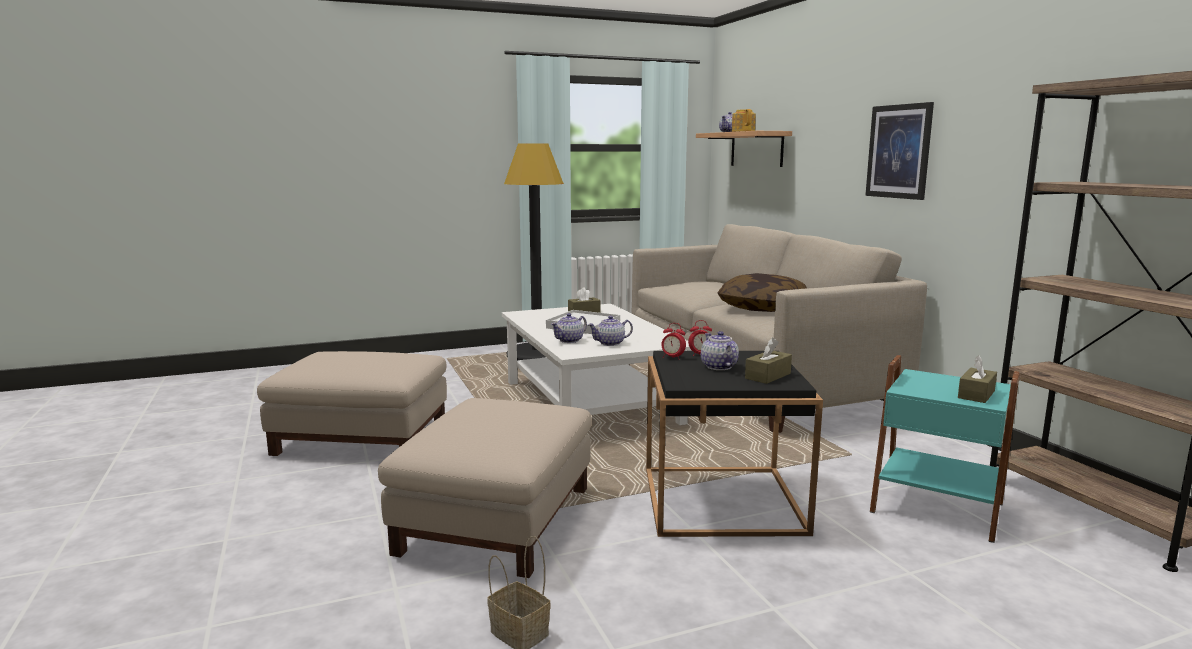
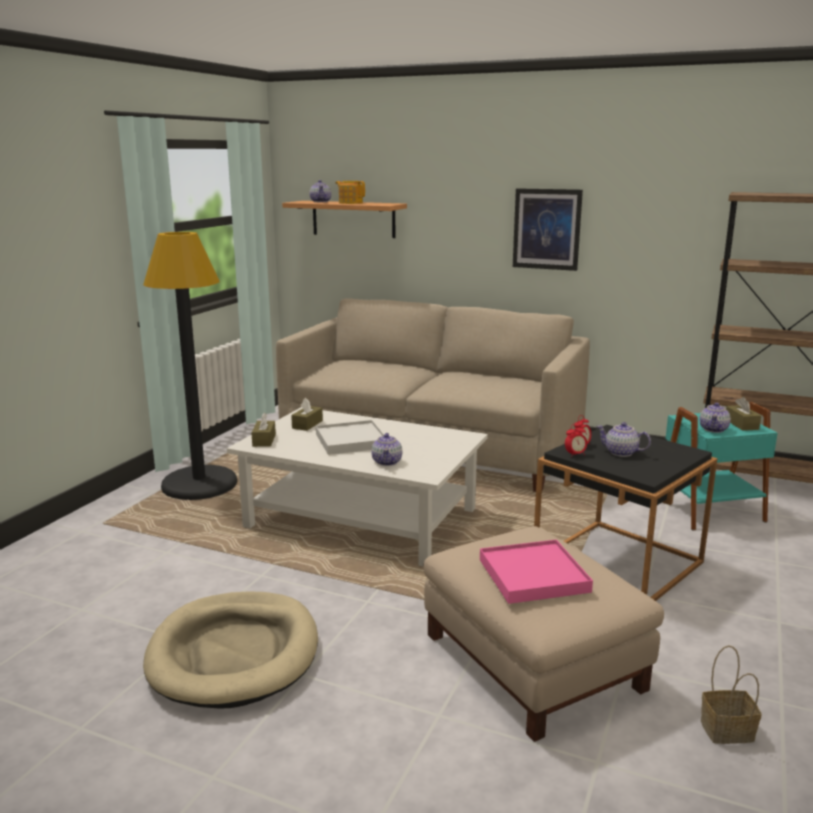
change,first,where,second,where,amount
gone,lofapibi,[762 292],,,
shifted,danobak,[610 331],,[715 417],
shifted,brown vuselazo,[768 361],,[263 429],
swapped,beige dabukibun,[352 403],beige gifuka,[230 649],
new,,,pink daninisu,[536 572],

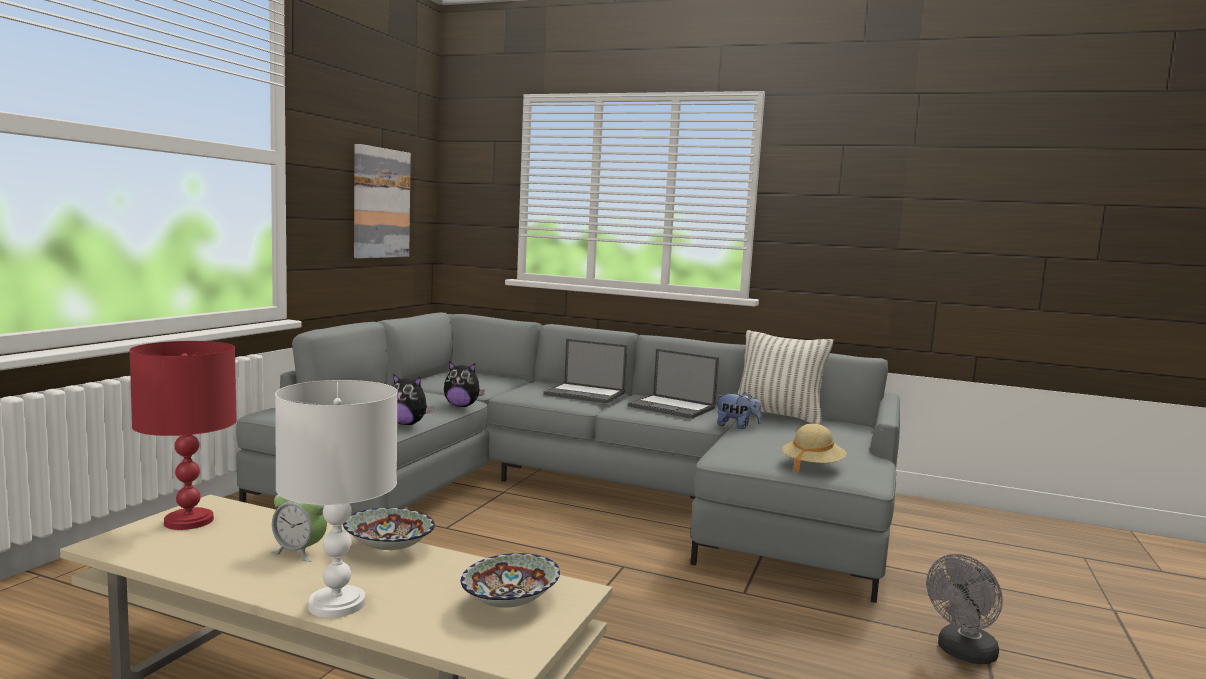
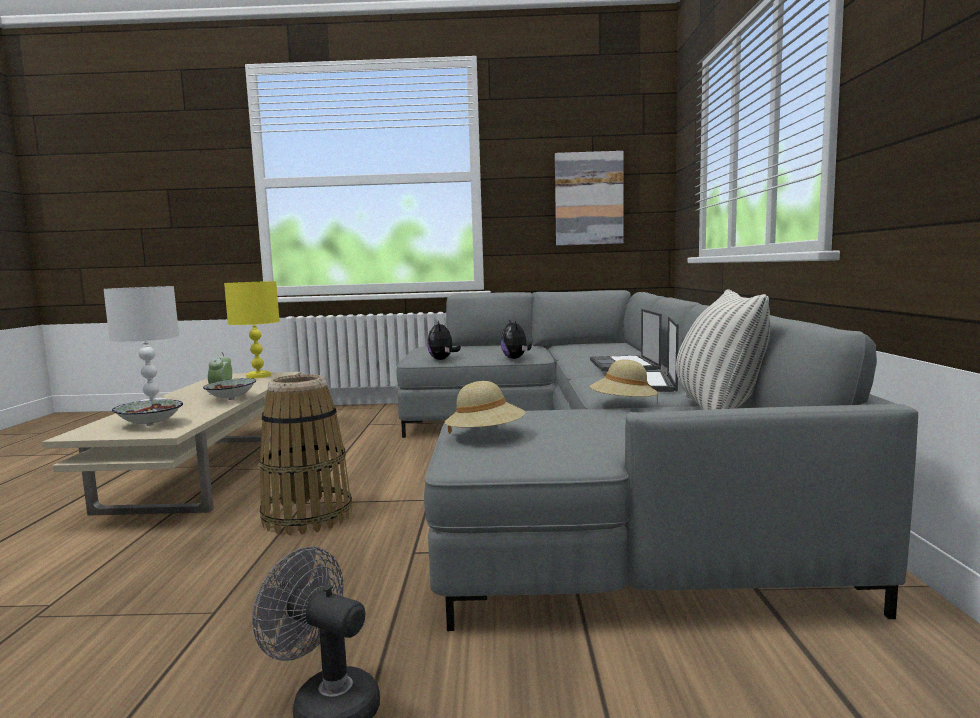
change,first,where,second,where,amount
repainted,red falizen,[183 435],yellow falizen,[252 329],
swapped,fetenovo,[738 410],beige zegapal,[624 382],
new,,,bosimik,[305 454],

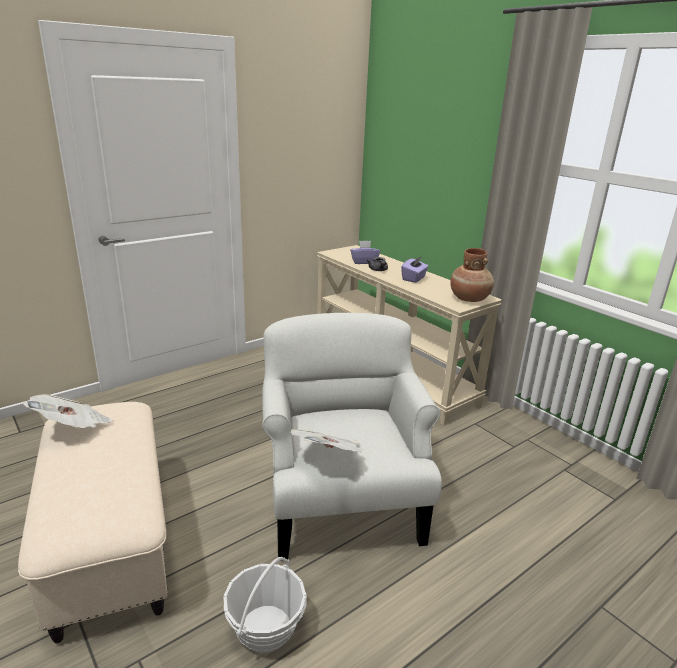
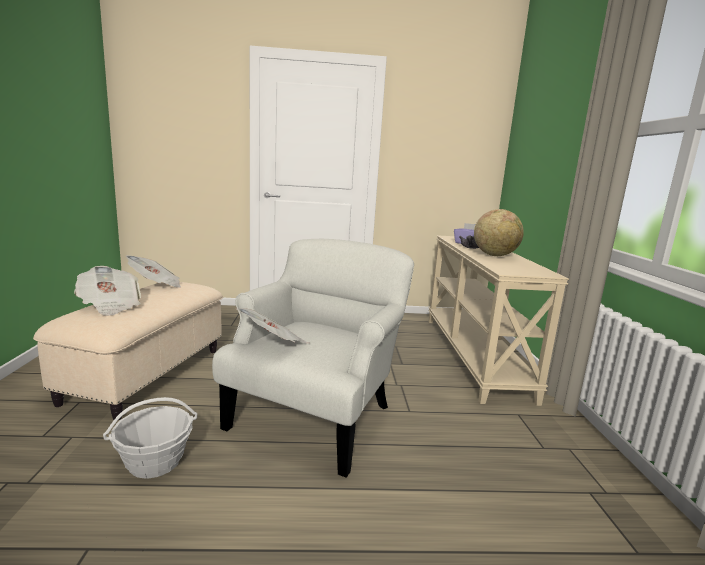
change,first,where,second,where,amount
gone,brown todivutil,[472 275],,,
swapped,purple vuselazo,[415 269],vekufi,[499 232],
new,,,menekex,[107 291],

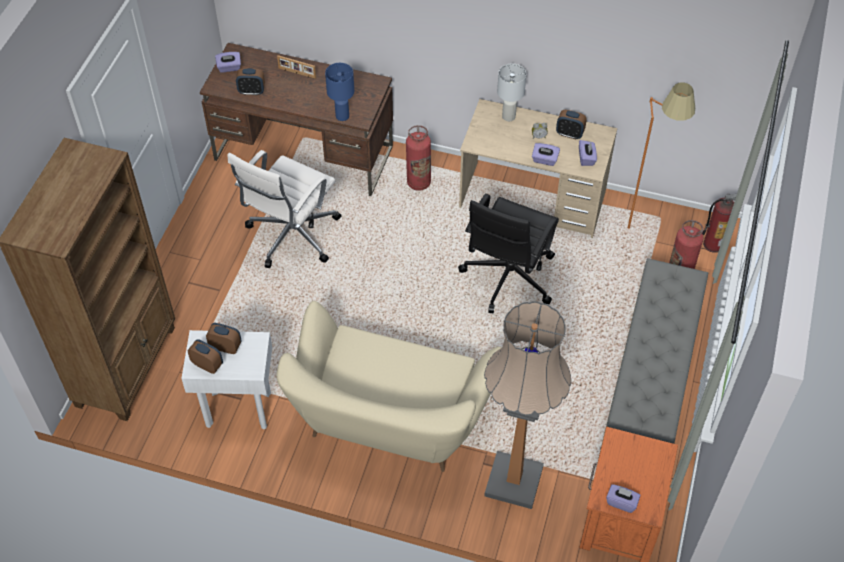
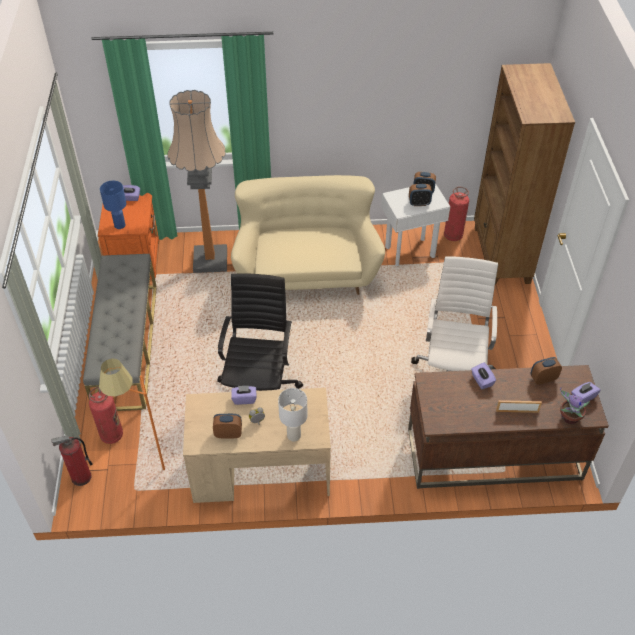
change,first,where,second,where,amount
shifted,blue falizen,[339 92],,[113 205],
shifted,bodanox,[418 158],,[456 214],
shifted,purple vuselazo,[588 153],,[483 375],
new,,,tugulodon,[575 405],

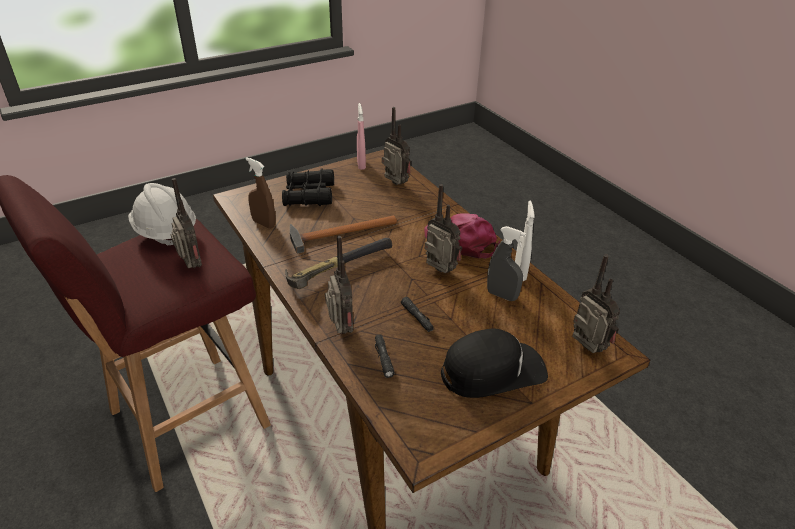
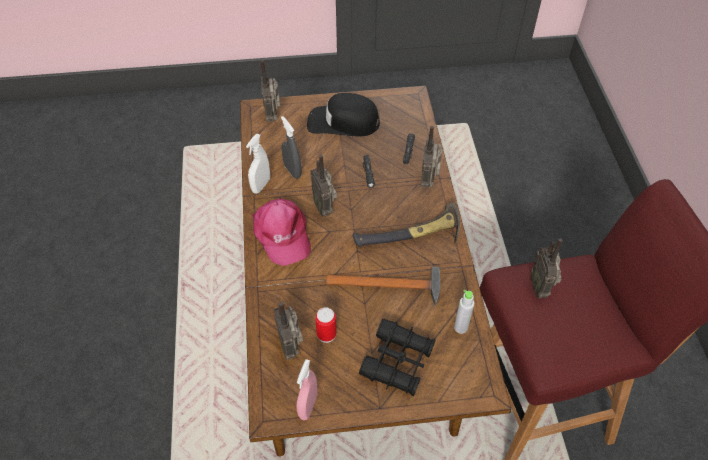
change,first,where,second,where,amount
swapped,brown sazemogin,[261 193],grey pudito,[464 312],
gone,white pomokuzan,[162 214],,,
new,,,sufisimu,[325 325],

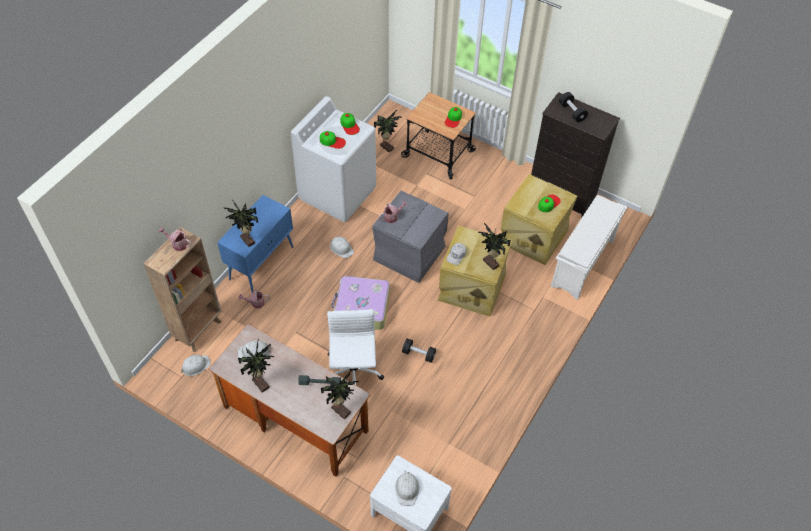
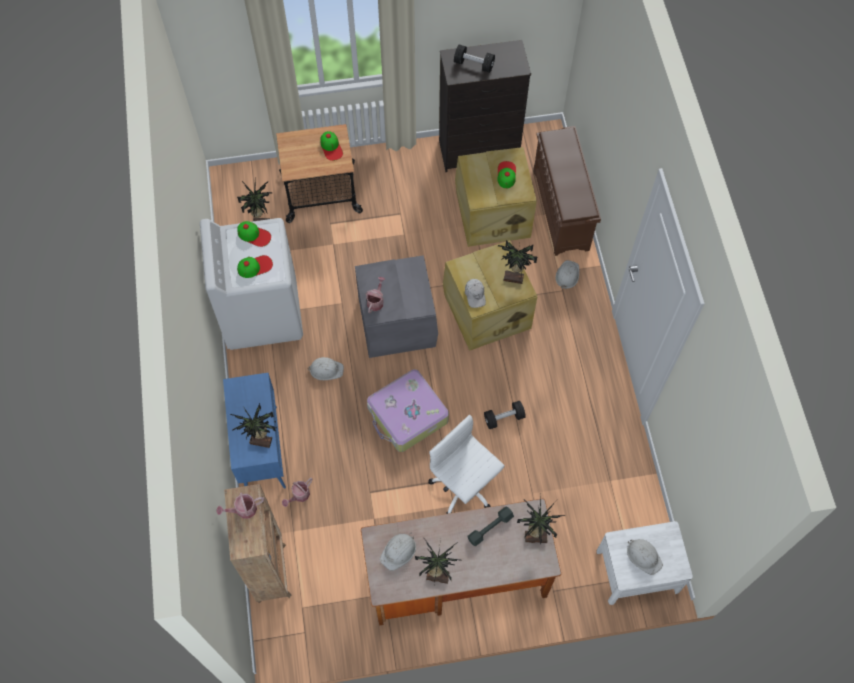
change,first,where,second,where,amount
repainted,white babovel,[589 247],brown babovel,[567 191],
shifted,white pomokuzan,[196 365],,[567 274],

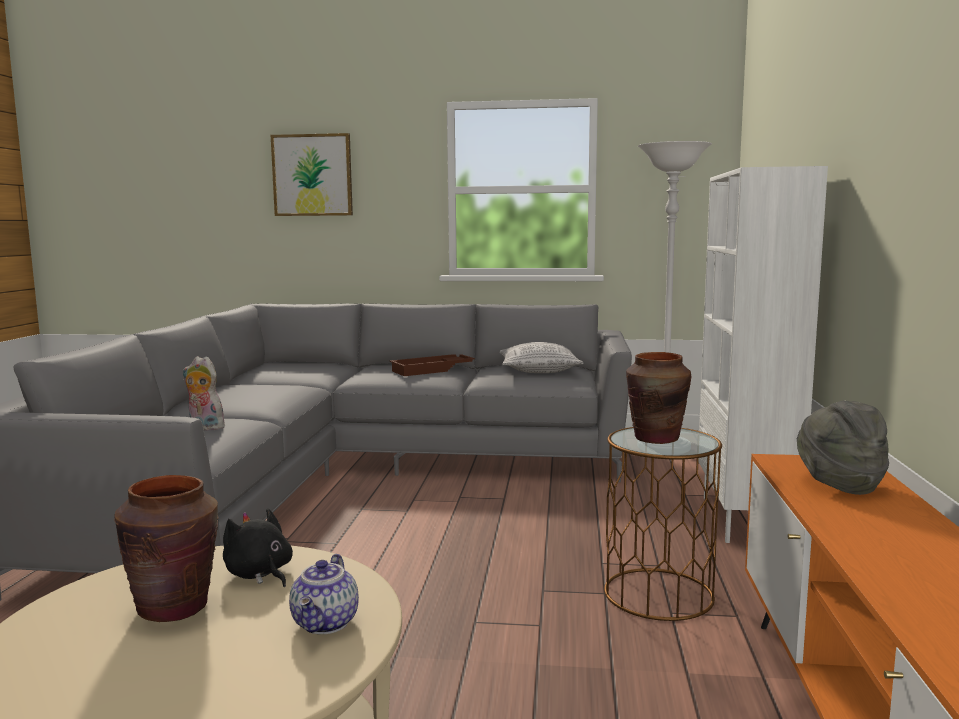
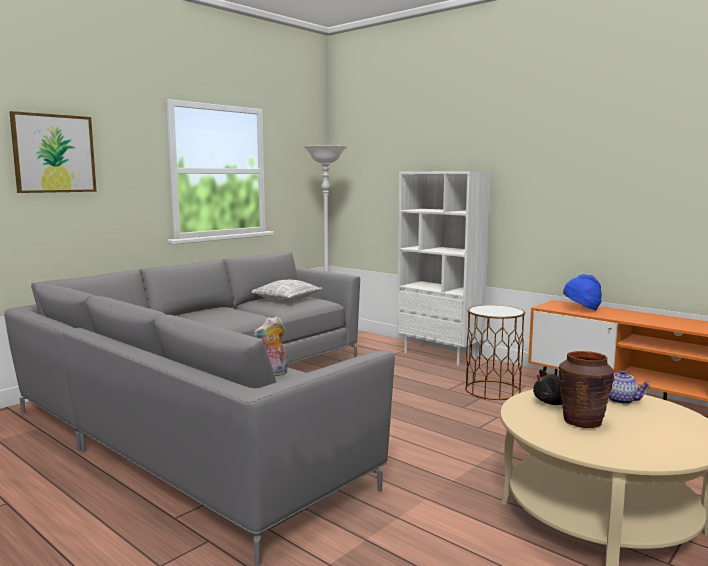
change,first,where,second,where,amount
gone,brown todivutil,[659 398],,,
gone,brown daninisu,[432 365],,,
repainted,grey zegapal,[843 447],blue zegapal,[582 292],

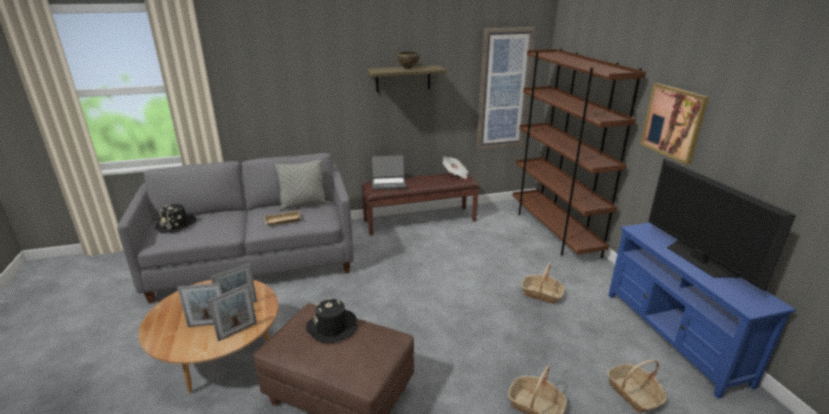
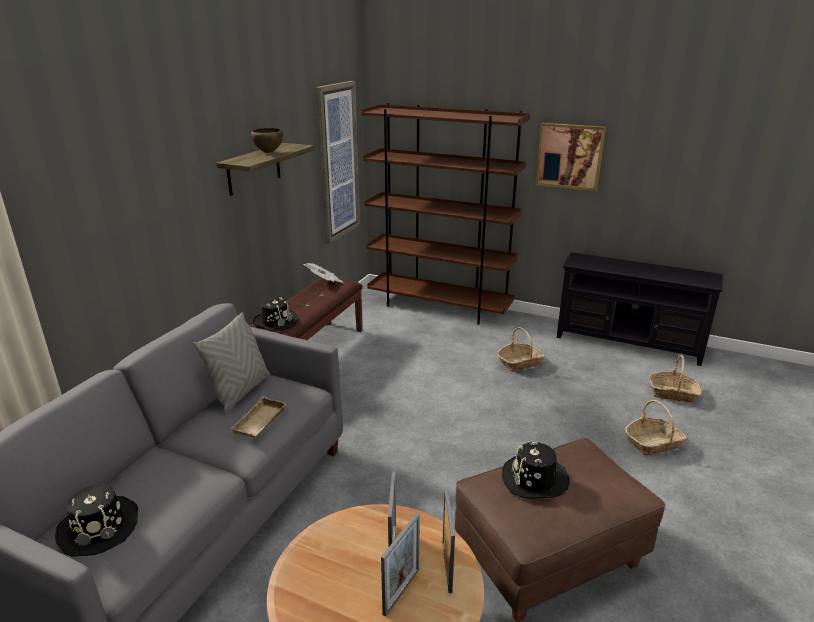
change,first,where,second,where,amount
swapped,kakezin,[389 172],black zegapal,[276 314],
gone,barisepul,[722 225],,,
repainted,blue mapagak,[702 311],black mapagak,[640 309],

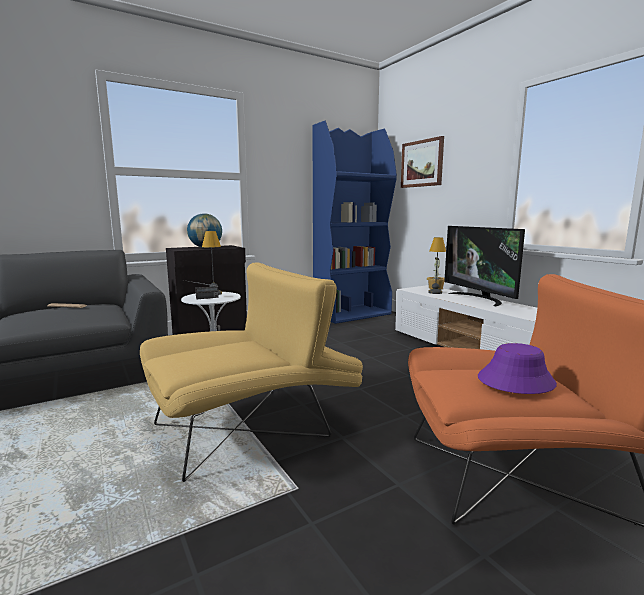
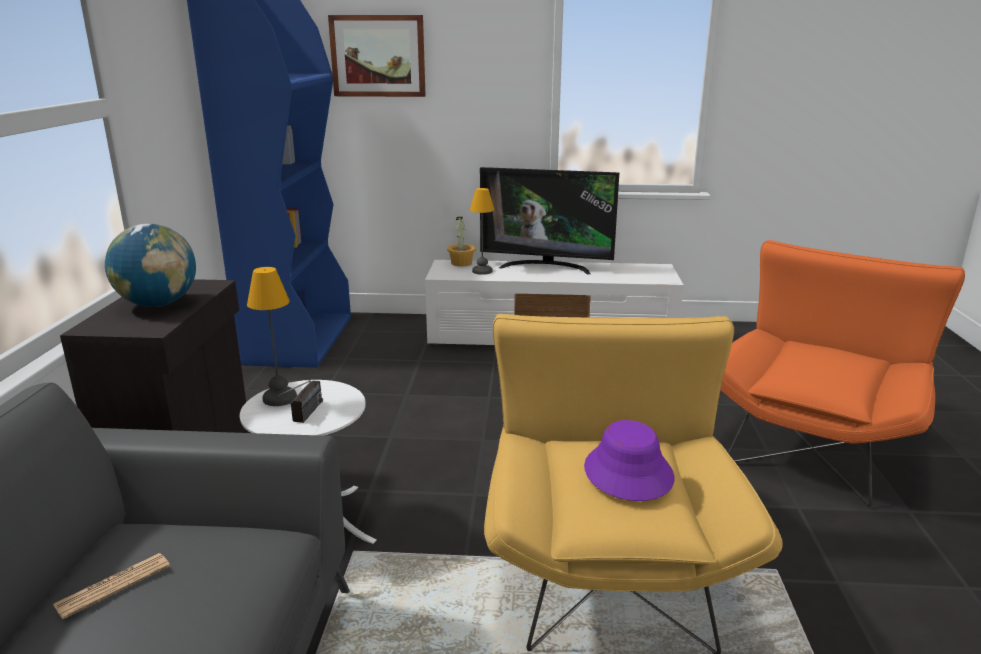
change,first,where,second,where,amount
shifted,purple zegapal,[517 368],,[629 460],

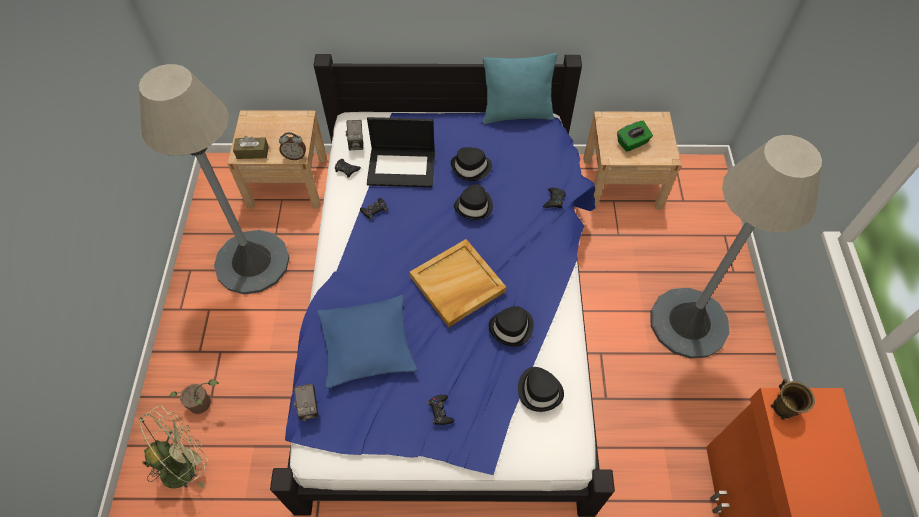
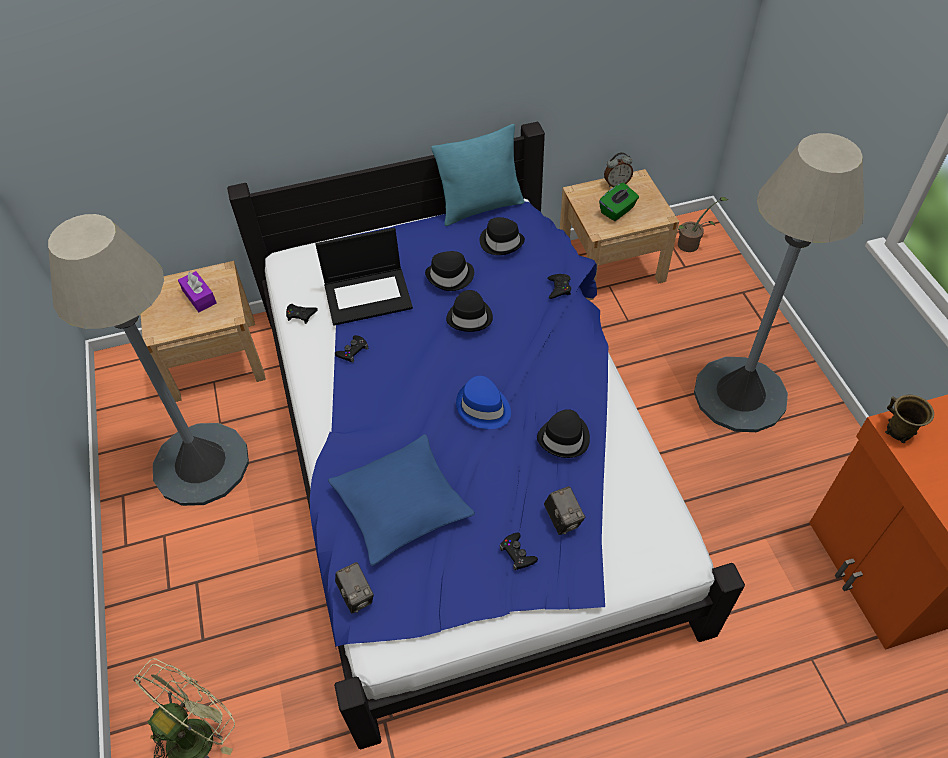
change,first,where,second,where,amount
shifted,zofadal,[354 135],,[564 510],
shifted,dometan,[292 146],,[618 169],
gone,brown vuselazo,[251 147],,,
swapped,beige daninisu,[457 283],blue zegapal,[483 402],
shifted,black zegapal,[541 389],,[502 236],
shifted,tugulodon,[194 396],,[703 224],
new,,,purple vuselazo,[197 291],

